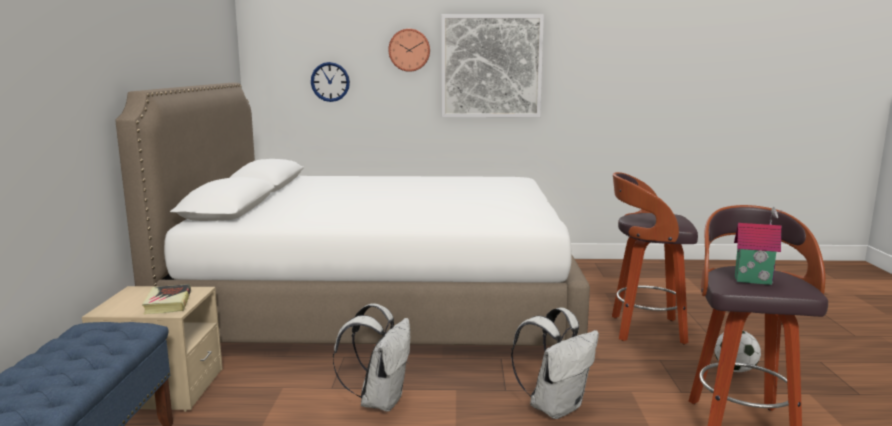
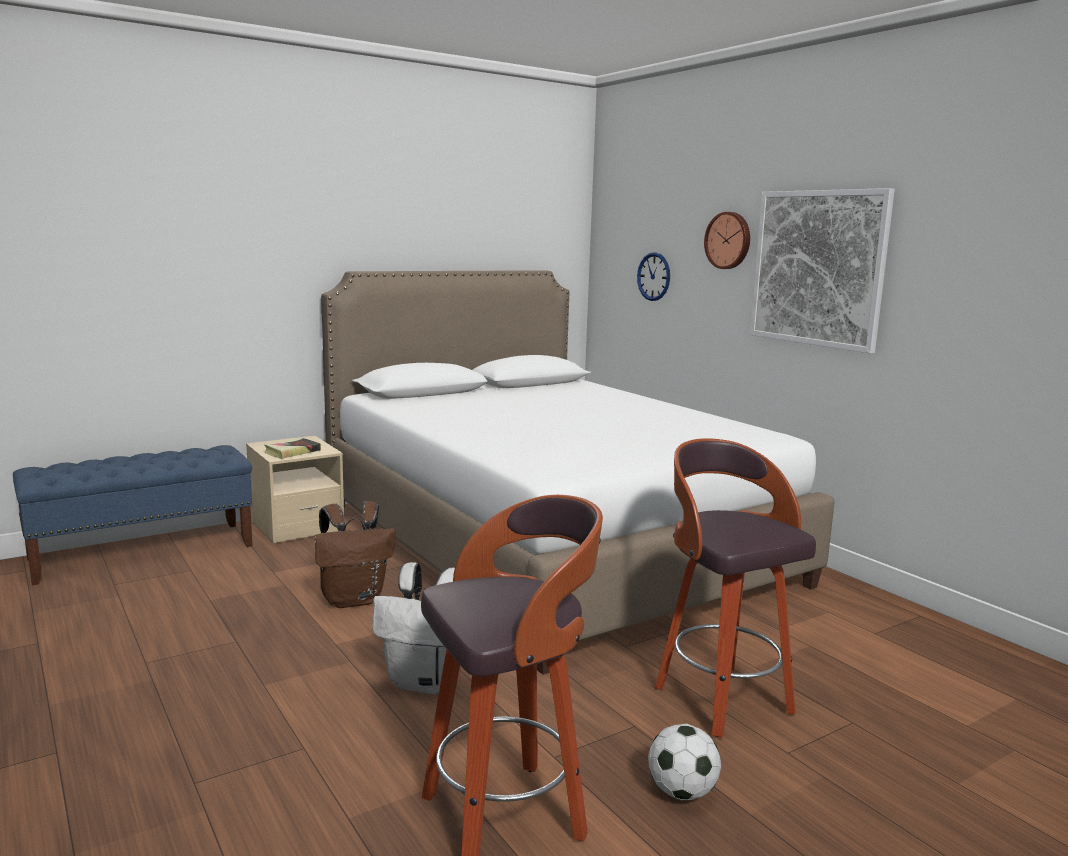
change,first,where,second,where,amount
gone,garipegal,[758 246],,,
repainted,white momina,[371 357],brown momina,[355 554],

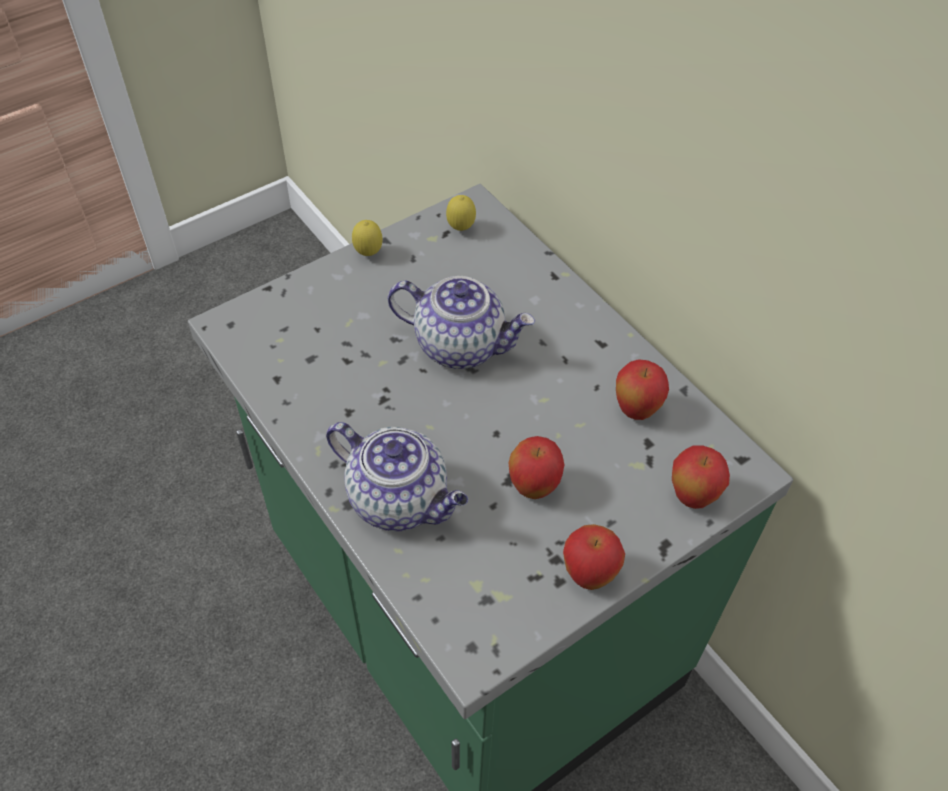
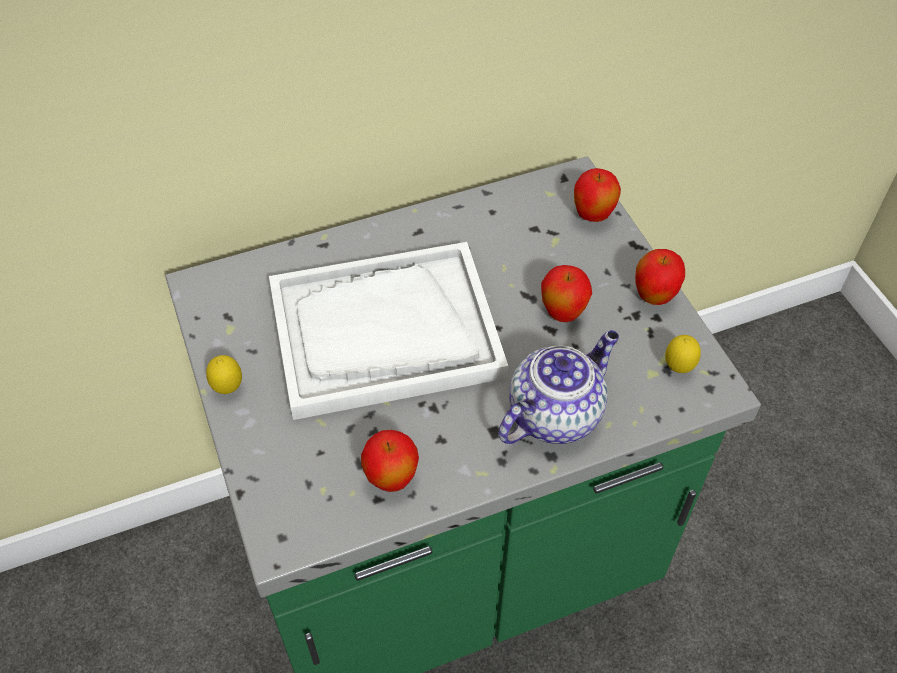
change,first,where,second,where,amount
shifted,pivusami,[461 213],,[683 354],
swapped,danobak,[461 322],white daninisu,[388 331],
shifted,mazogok,[642 389],,[390 461],

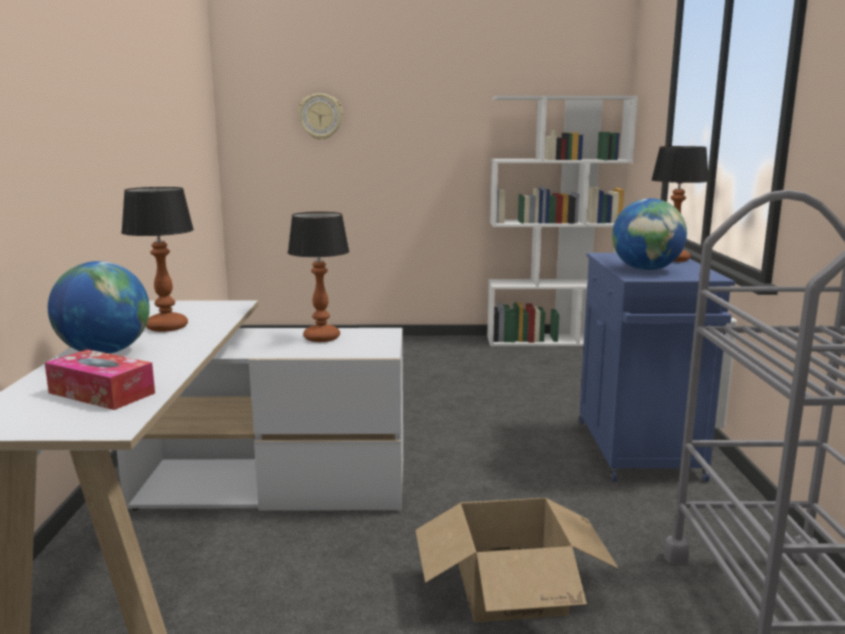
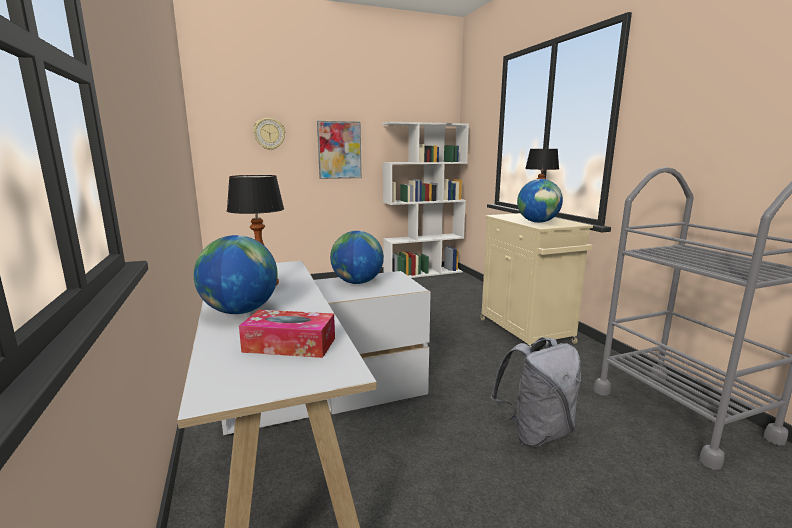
change,first,where,second,where,amount
swapped,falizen,[318 277],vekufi,[357 257],
repainted,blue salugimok,[657 367],beige salugimok,[536 280],
swapped,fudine,[517 560],grey momina,[536 392],
new,,,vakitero,[339 150],

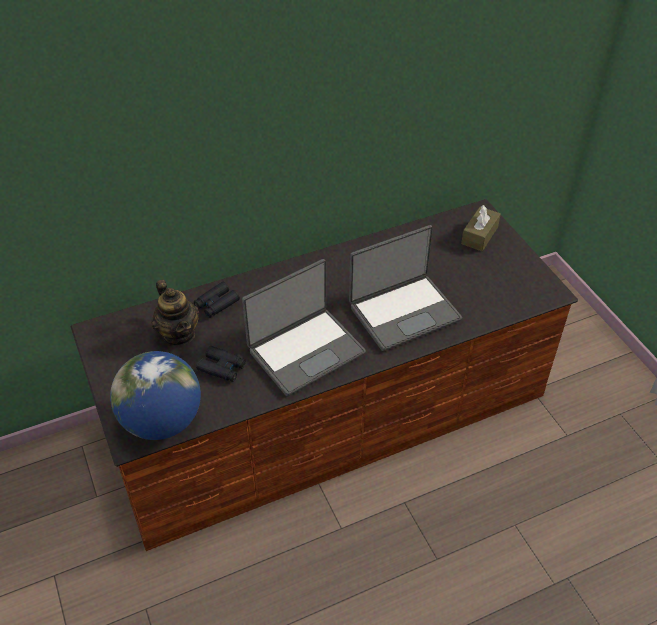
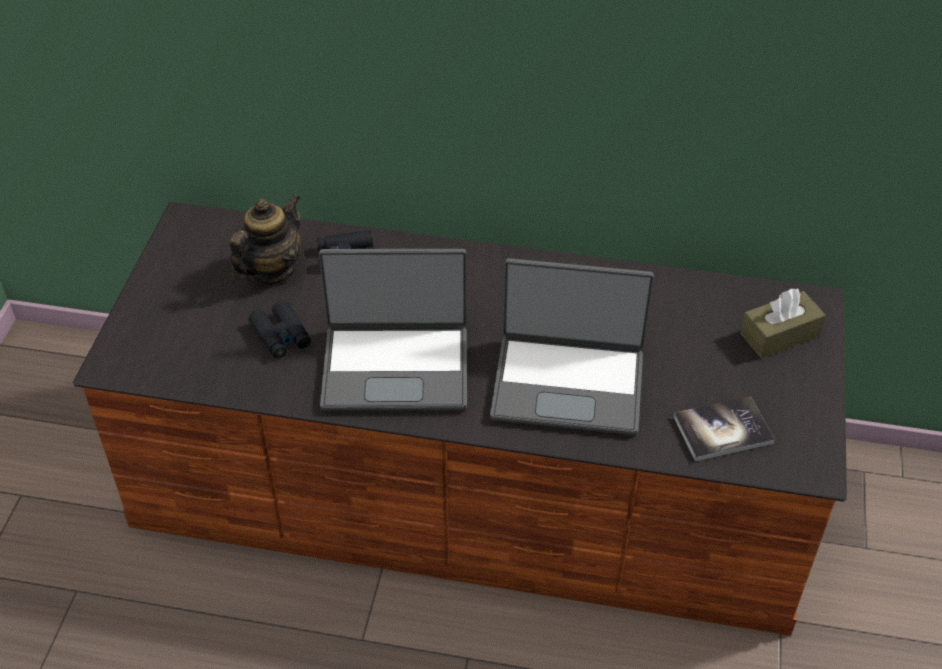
change,first,where,second,where,amount
rotated,danobak,[175 312],,[265 239],150 degrees counterclockwise
gone,vekufi,[155 395],,,
new,,,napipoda,[724 429],

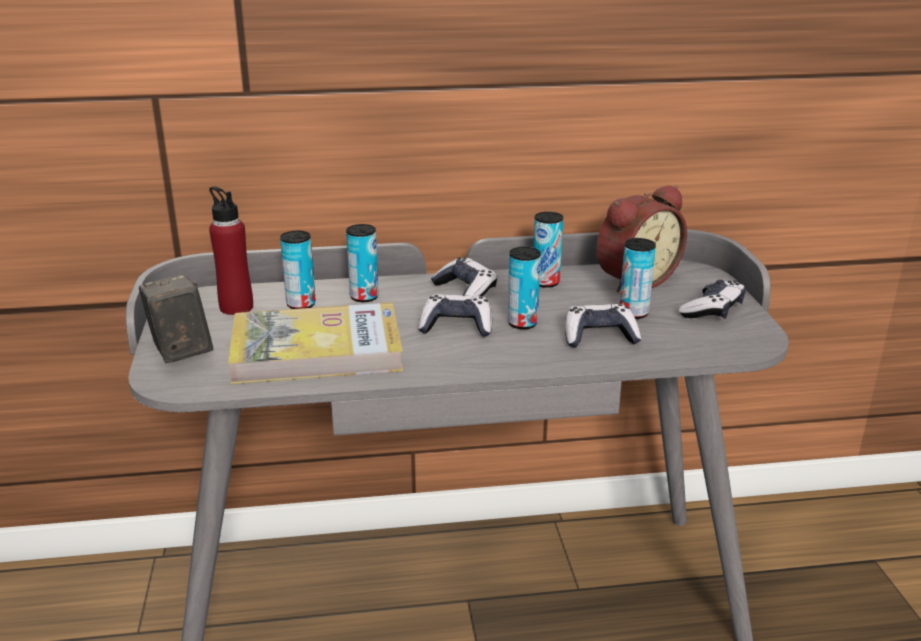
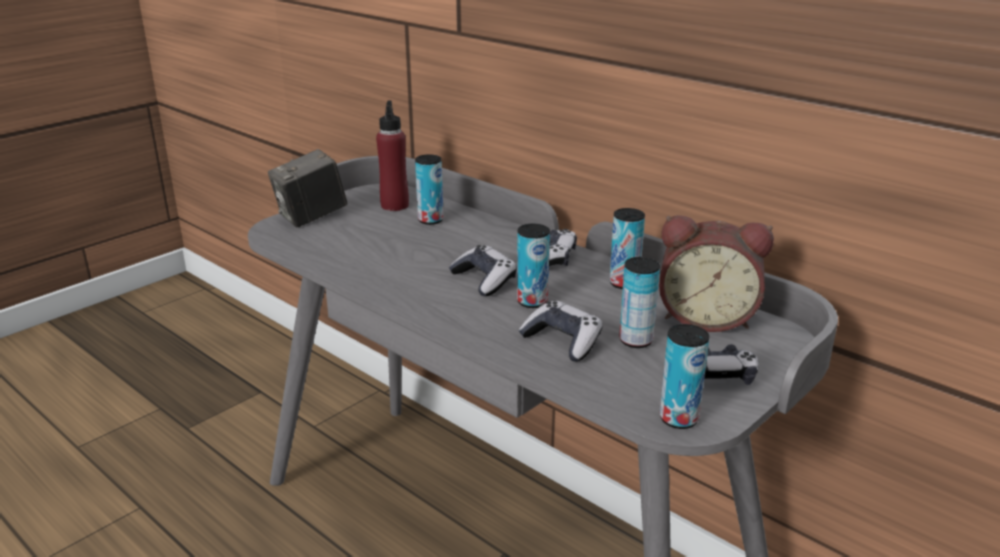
change,first,where,second,where,amount
shifted,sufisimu,[362 263],,[684 376],
rotated,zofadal,[176 318],,[307 188],150 degrees counterclockwise
gone,napipoda,[315 343],,,

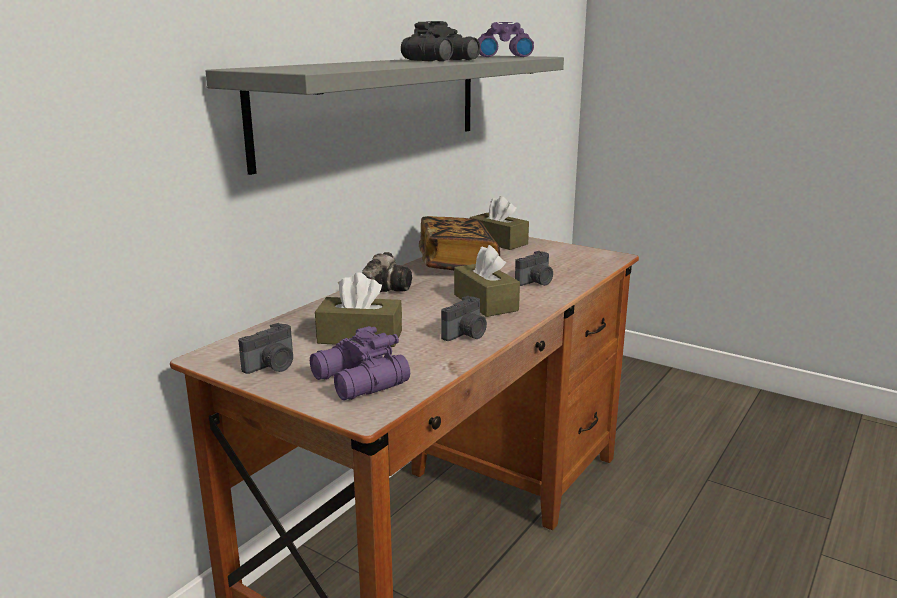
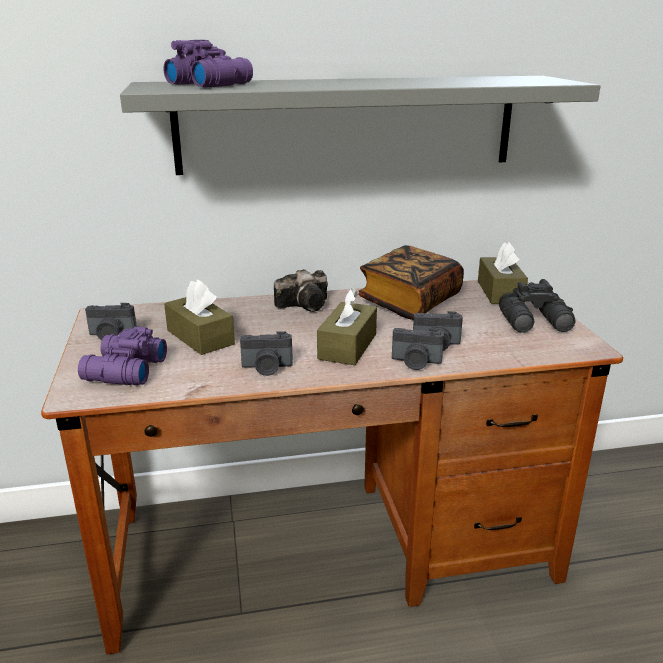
change,first,where,second,where,amount
shifted,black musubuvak,[440 41],,[537 306],
shifted,purple musubuvak,[506 39],,[208 63],
new,,,zofadal,[418 349],

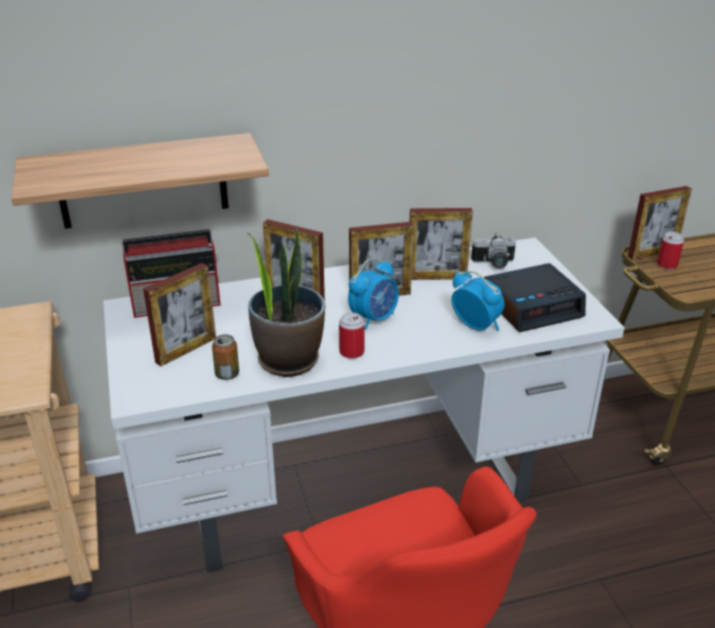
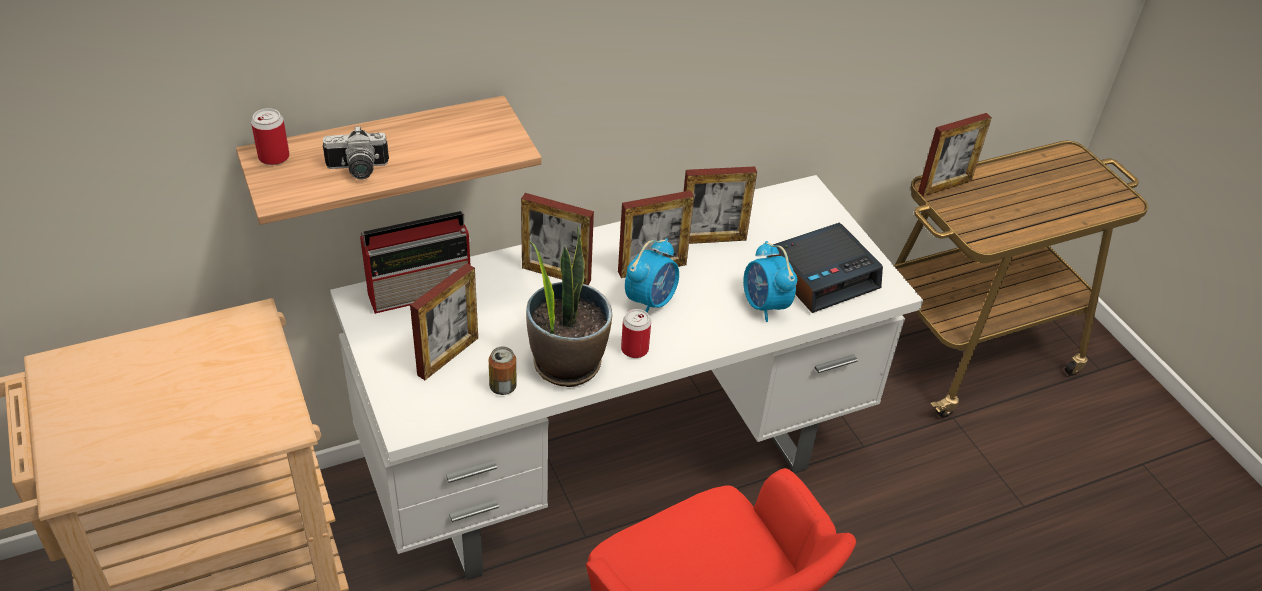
change,first,where,second,where,amount
shifted,sufisimu,[670 250],,[270 136],
shifted,zofadal,[493 251],,[356 153],
rotated,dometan,[478 301],,[770 281],150 degrees counterclockwise

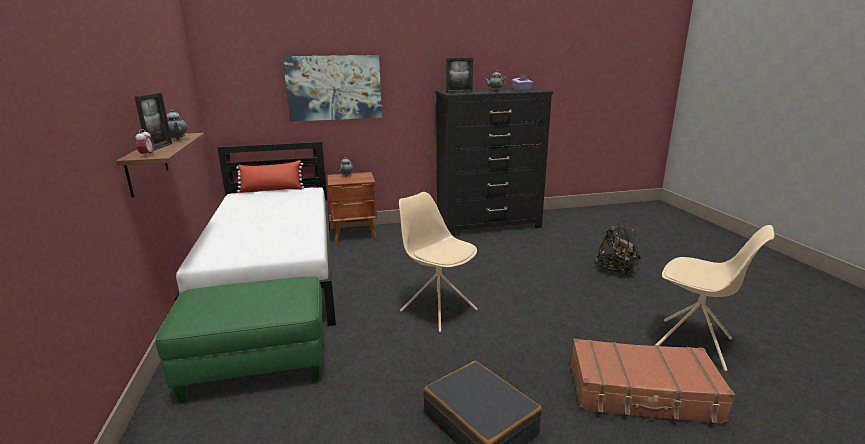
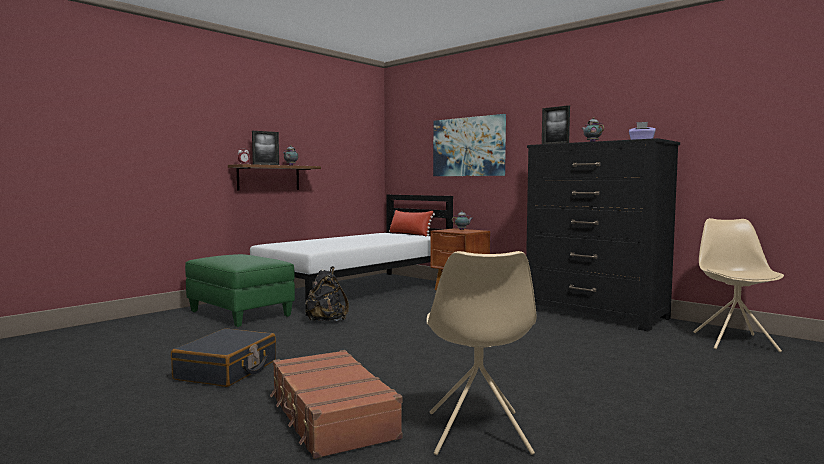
change,first,where,second,where,amount
shifted,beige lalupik,[438 262],,[738 285],
shifted,black momina,[617 248],,[327 294],

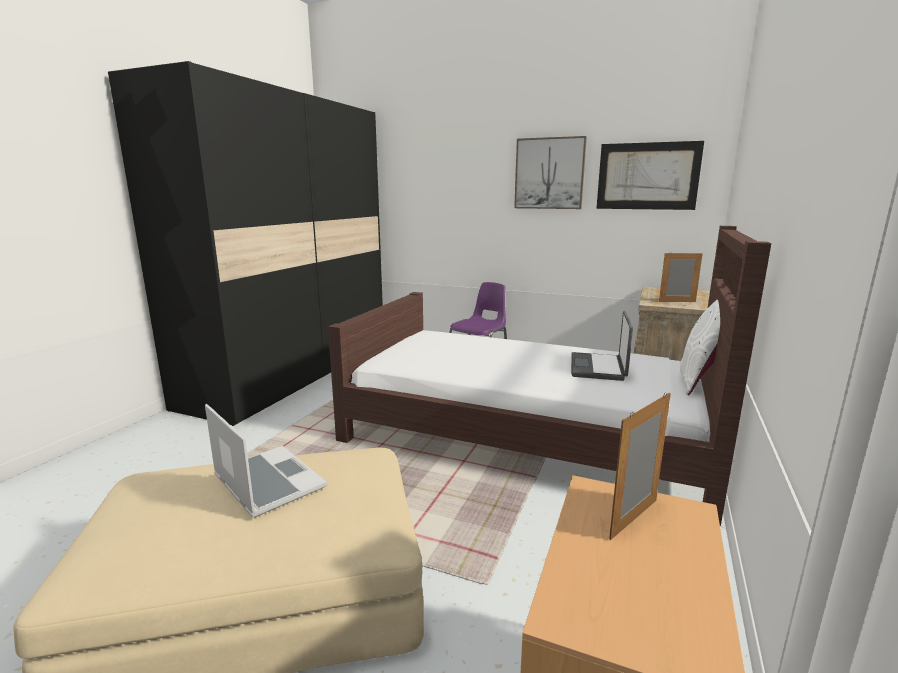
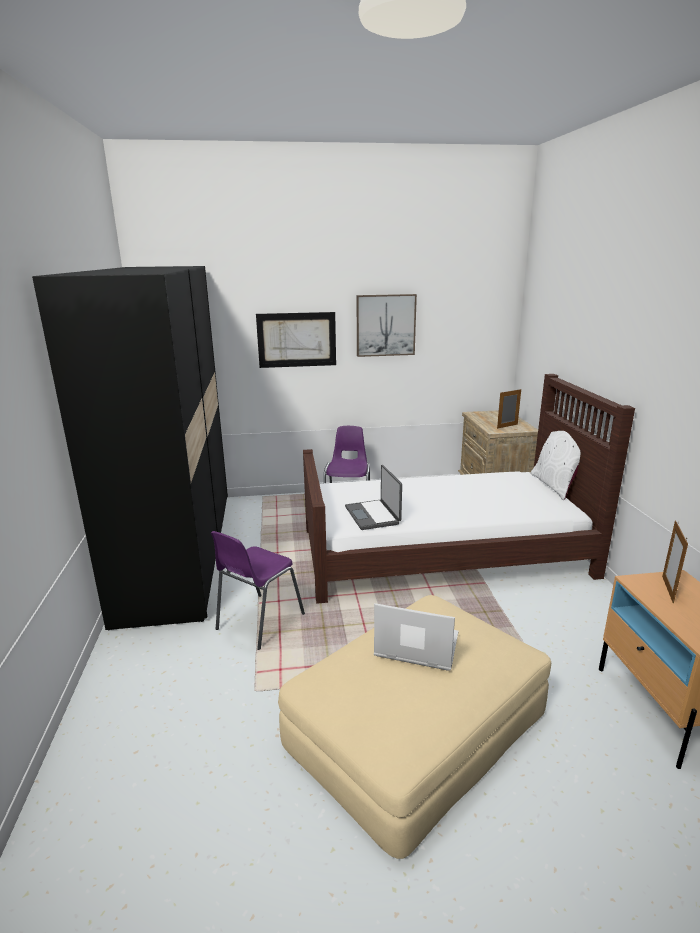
change,first,where,second,where,amount
shifted,vakitero,[650 175],,[296 340],
shifted,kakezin,[602 346],,[373 497],
new,,,purple lalupik,[258 590],

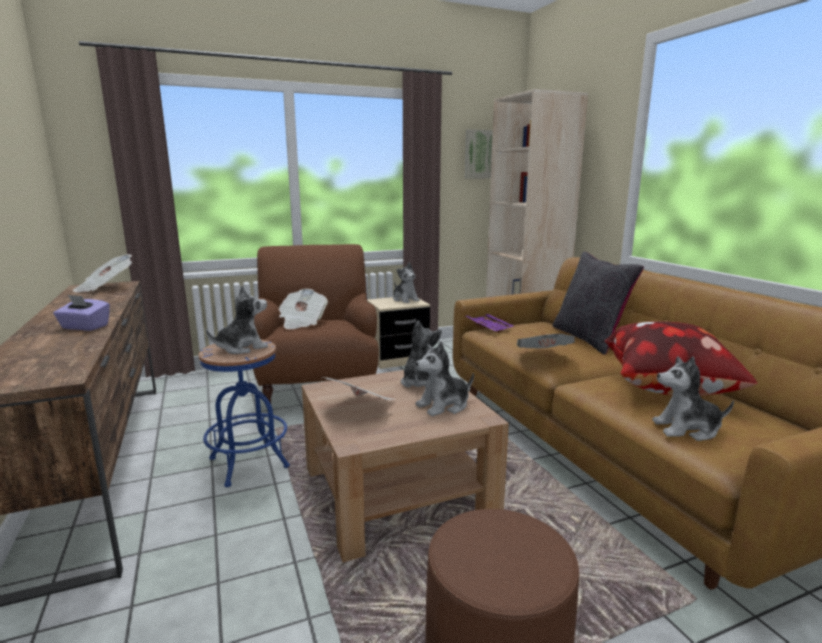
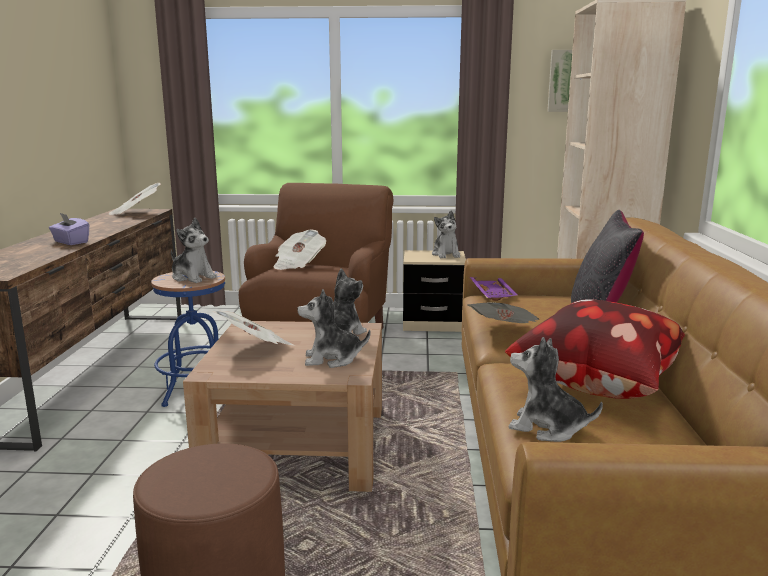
change,first,where,second,where,amount
rotated,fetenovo,[237 320],,[194 250],45 degrees clockwise

